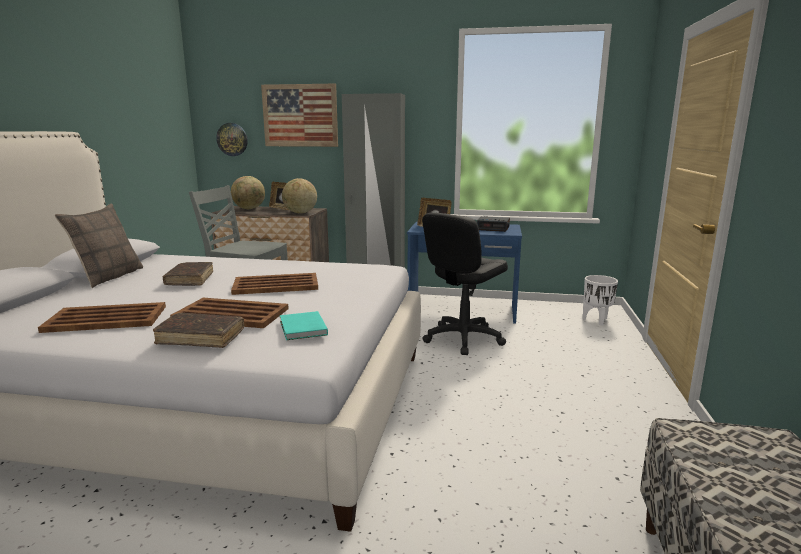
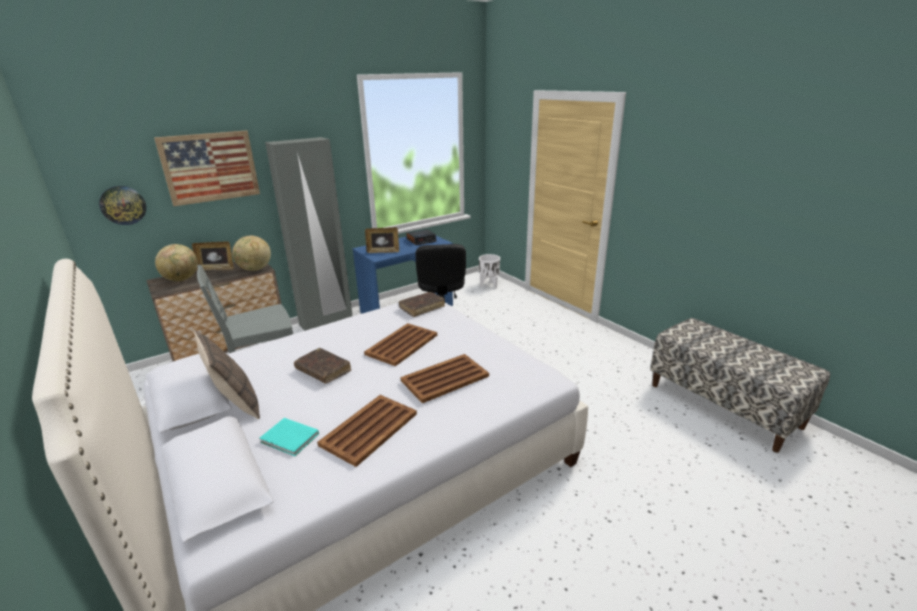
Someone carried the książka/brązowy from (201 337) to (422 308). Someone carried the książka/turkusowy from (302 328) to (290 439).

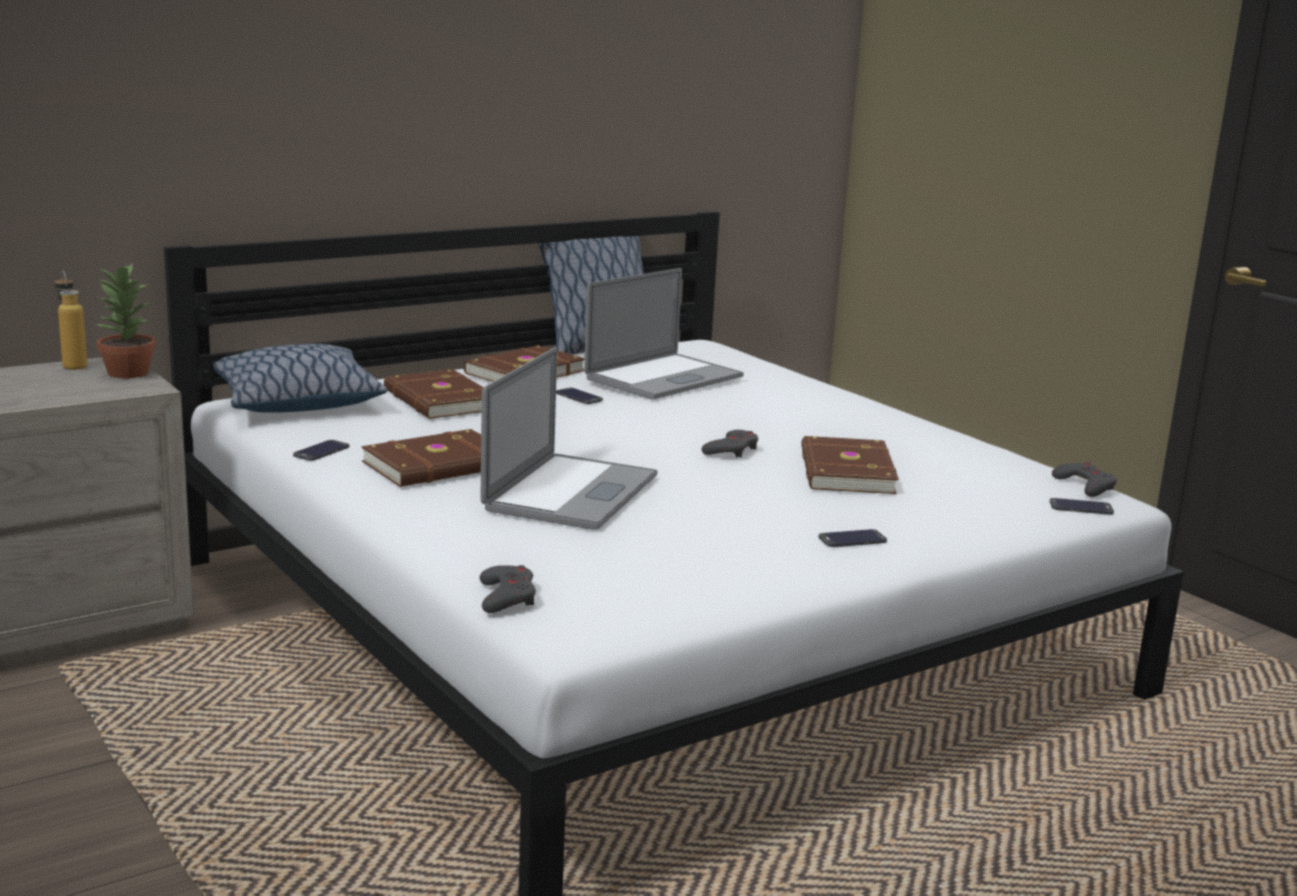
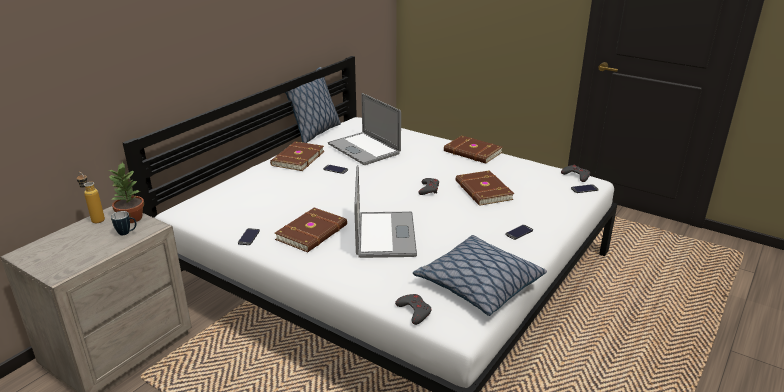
Someone put down the kubek at (127 233). Someone carried the poduszka from (294 401) to (478 285). Someone carried the książka/brązowy from (438 400) to (472 152). Someone rotated the laptop at (664 378) by 120 degrees clockwise.

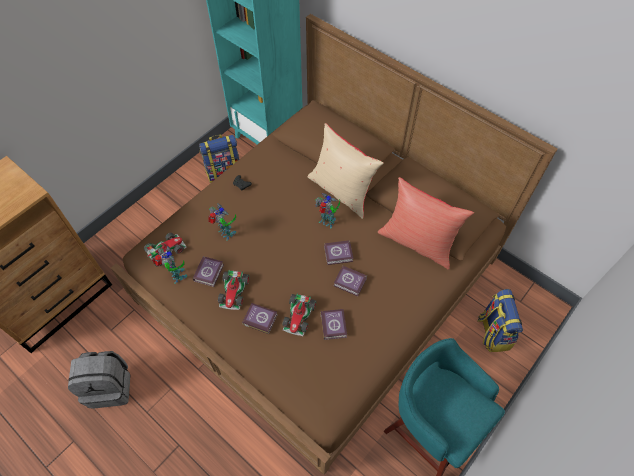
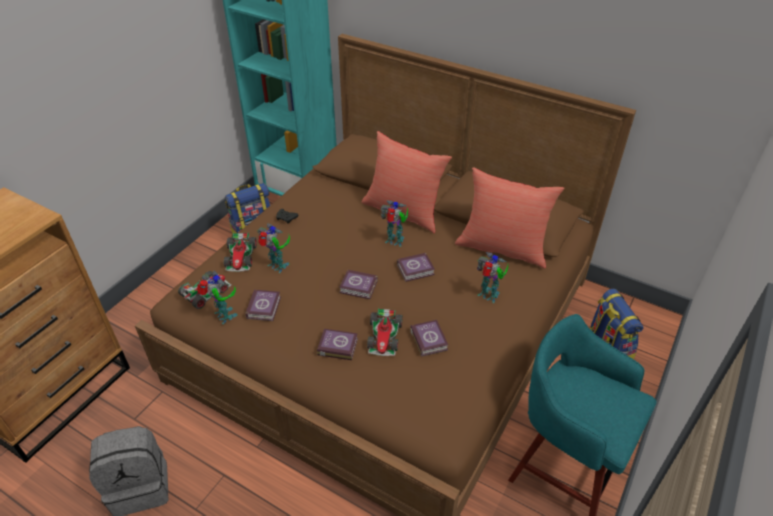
Someone put down the robot zabawkowy at (489 296). Someone carried the samochodzik from (234 291) to (241 257). Someone carried the książka from (350 283) to (359 287). Someone repainted the poduszka/beżowy at (341 191), which became the poduszka/czerwony at (403 211).

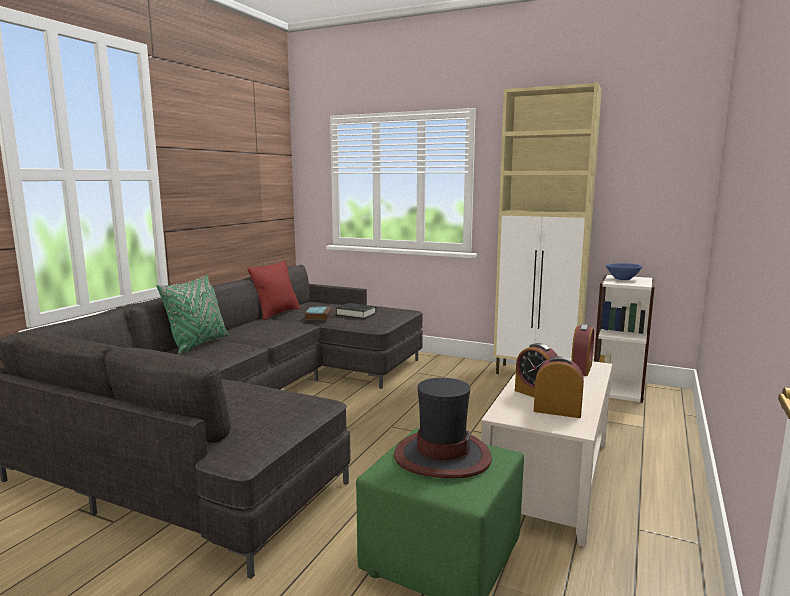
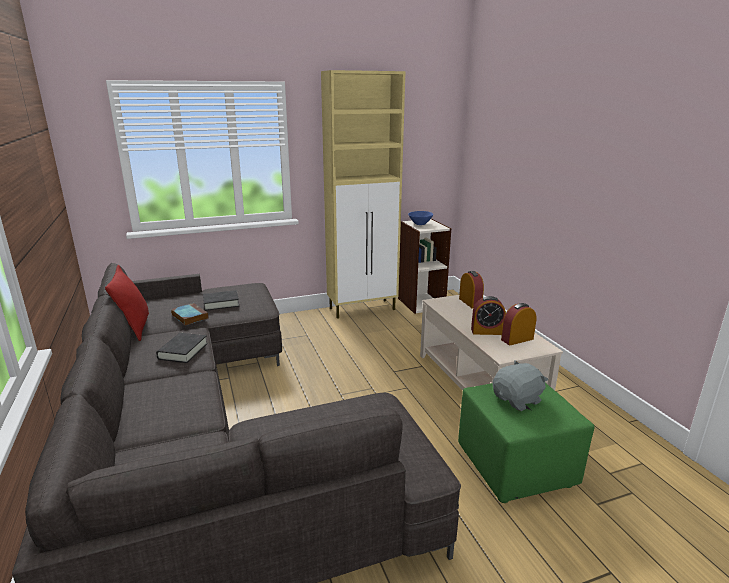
Someone took away the poduszka/zielony at (198 344). Someone put down the książka/czarny at (183 351). Someone swapped the kapelusz at (441 456) for the pluszak/szary at (517 400).

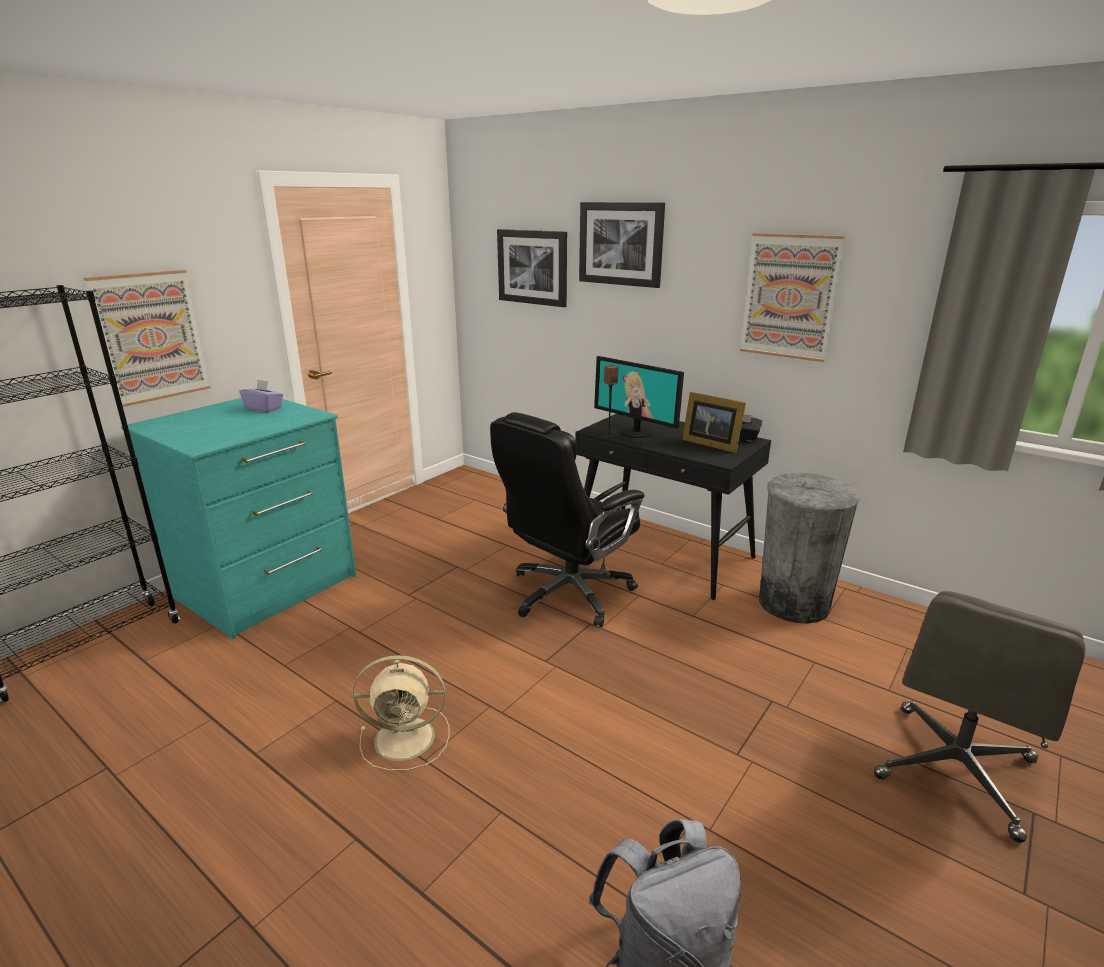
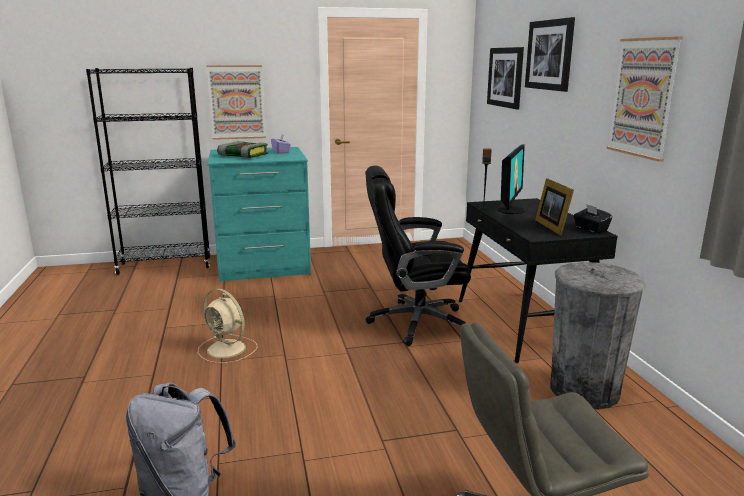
Someone put down the książka at (242 155). Someone rotated the monitor at (635 432) by 150 degrees counterclockwise.

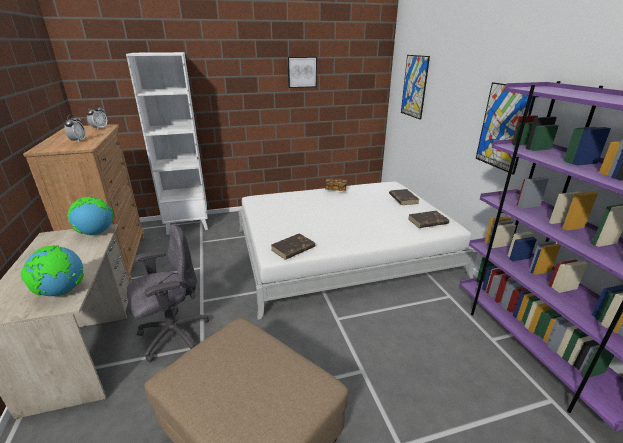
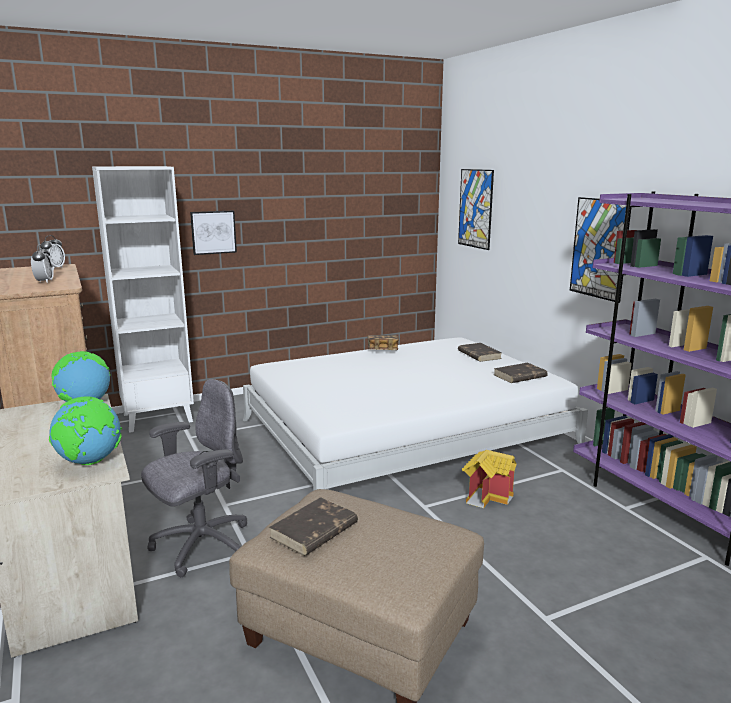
Someone put down the domek at (488 496). Someone carried the książka/brązowy from (292 248) to (313 531). Someone carried the obraz from (302 72) to (213 232).

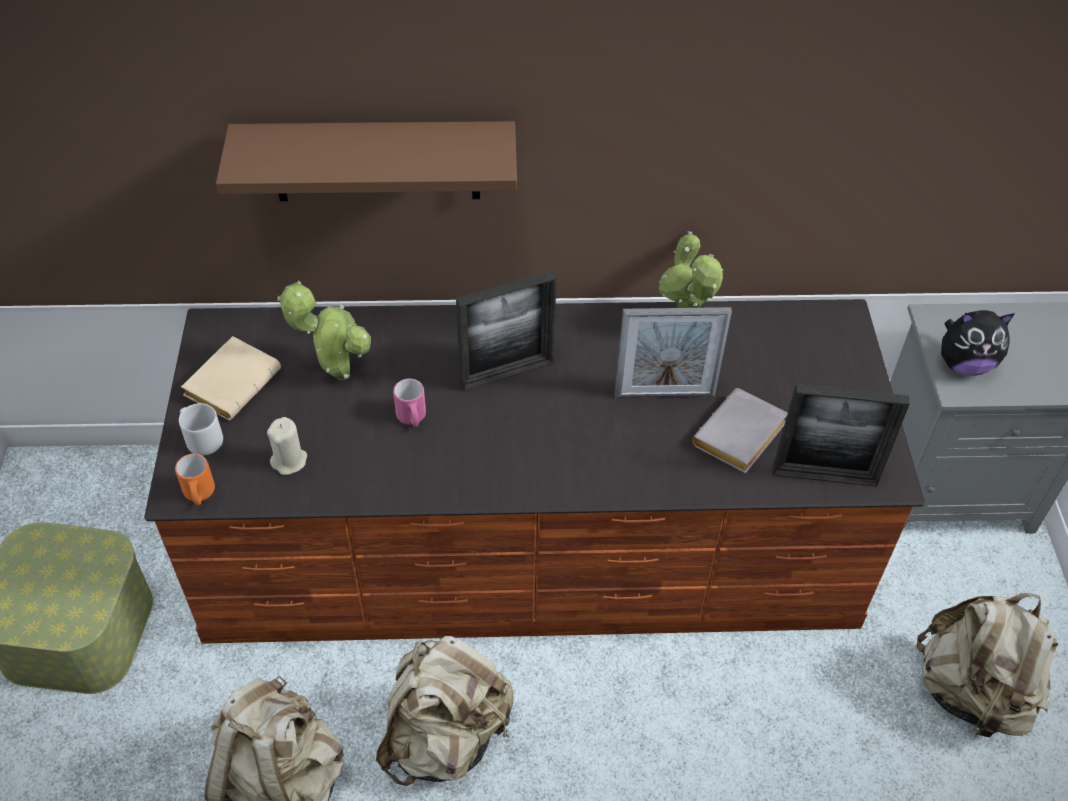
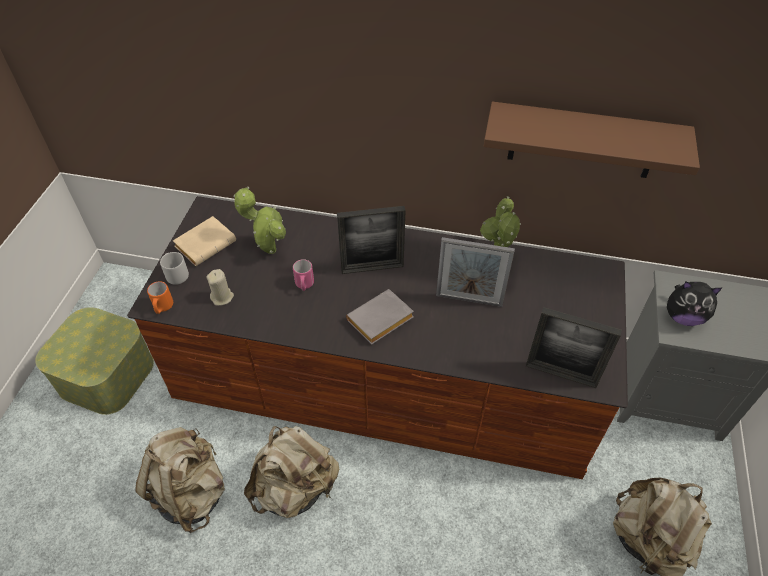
Someone carried the półka/brązowy from (376 161) to (583 141). Someone carried the książka/szary from (740 438) to (380 321).

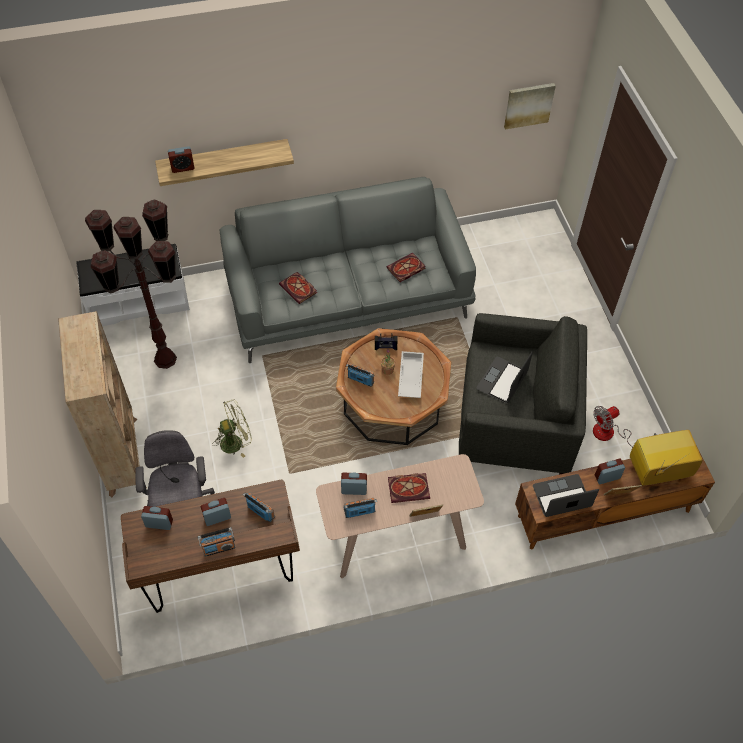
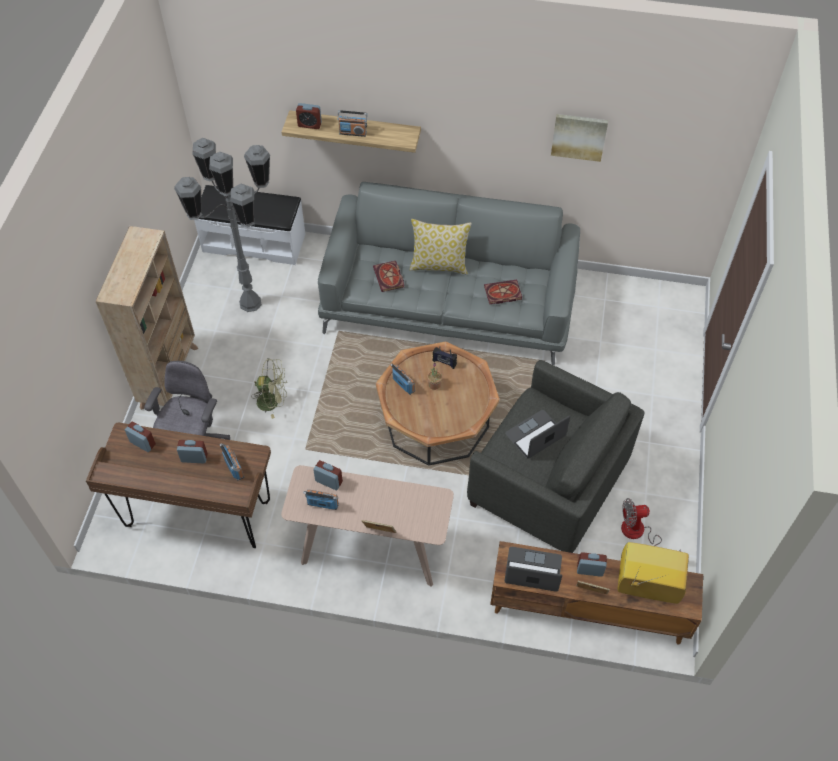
Someone took away the książka at (409 488). Someone took away the taca/biały at (409 377). Someone put down the poduszka at (439 265). Someone carried the radio from (219 548) to (353 132). Someone carried the obraz from (528 105) to (579 136). Someone repainted the lampa stojąca/brązowy at (166 359), which became the lampa stojąca/szary at (251 303).

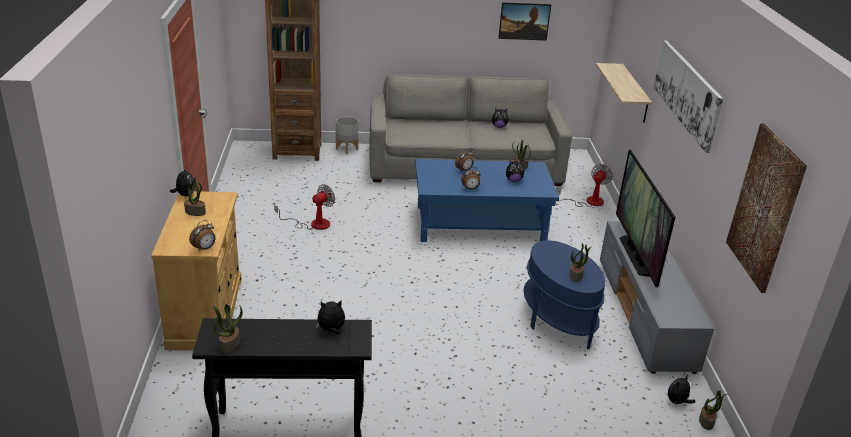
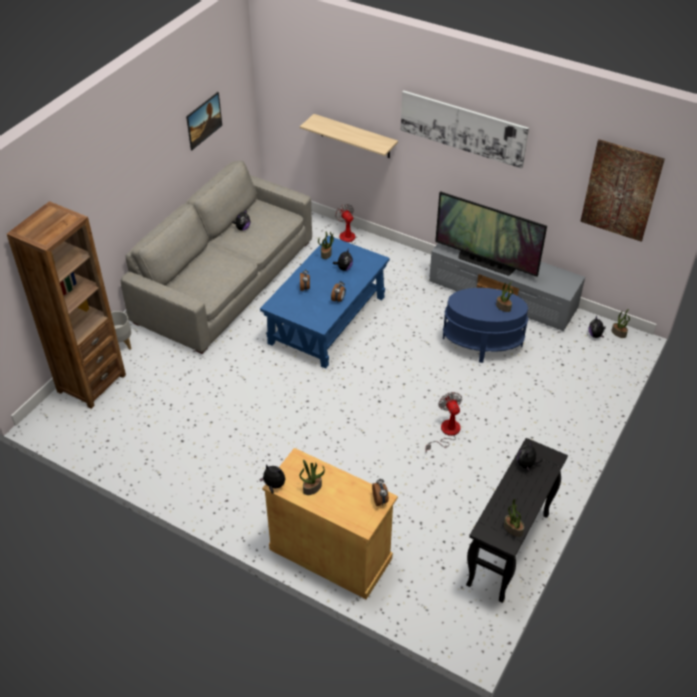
Someone carried the wentylator from (313 224) to (446 432).

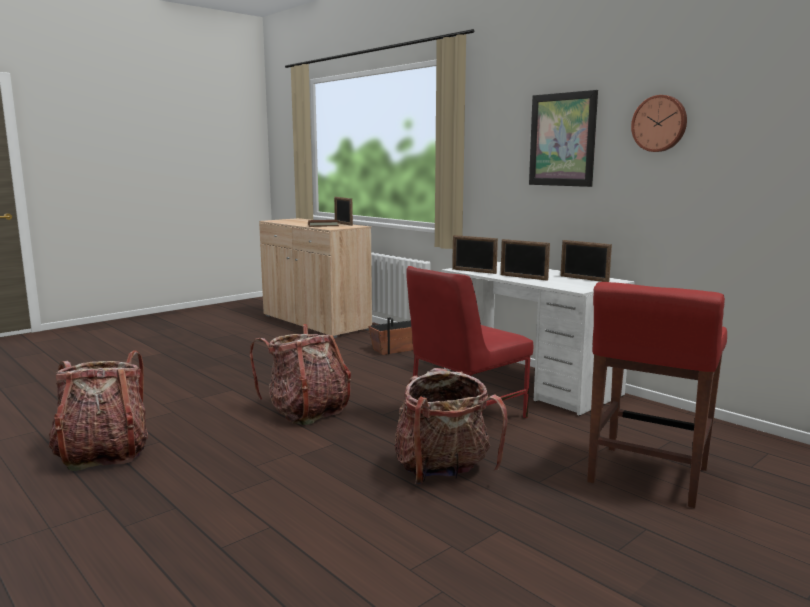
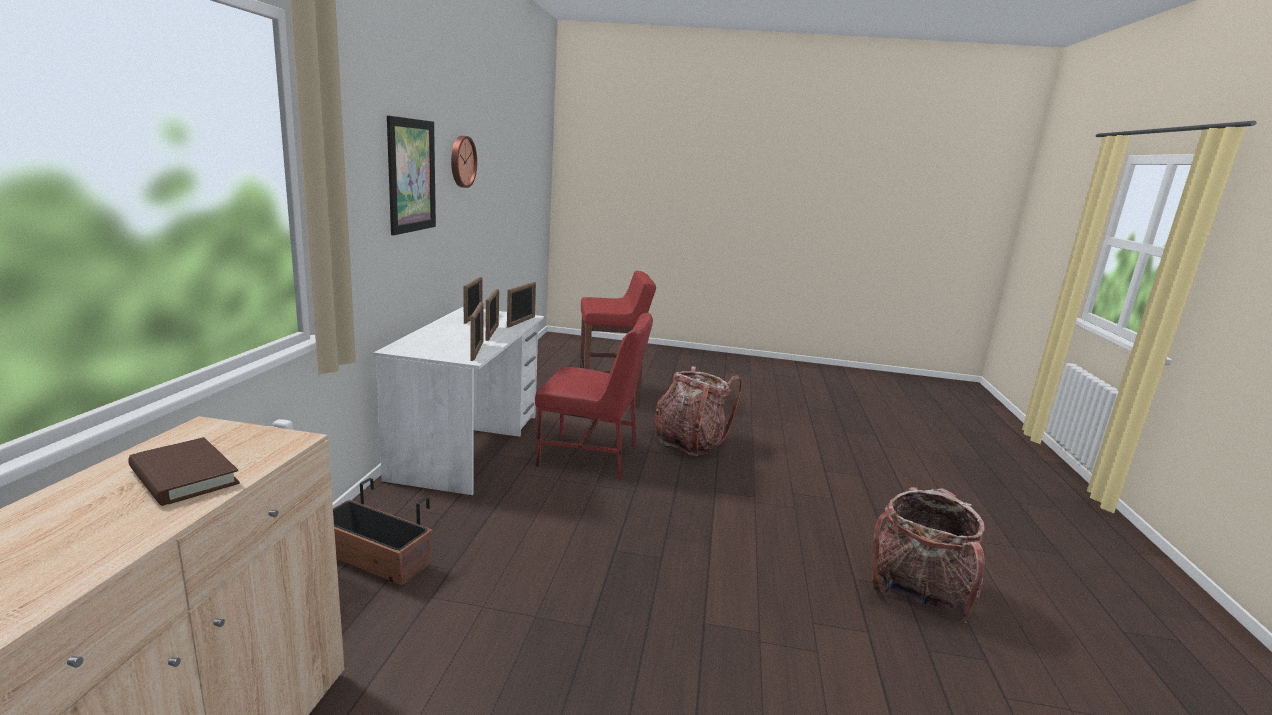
Someone took away the plecak at (307 412). Someone carried the ramka na zdjęcie from (343 224) to (521 322).

